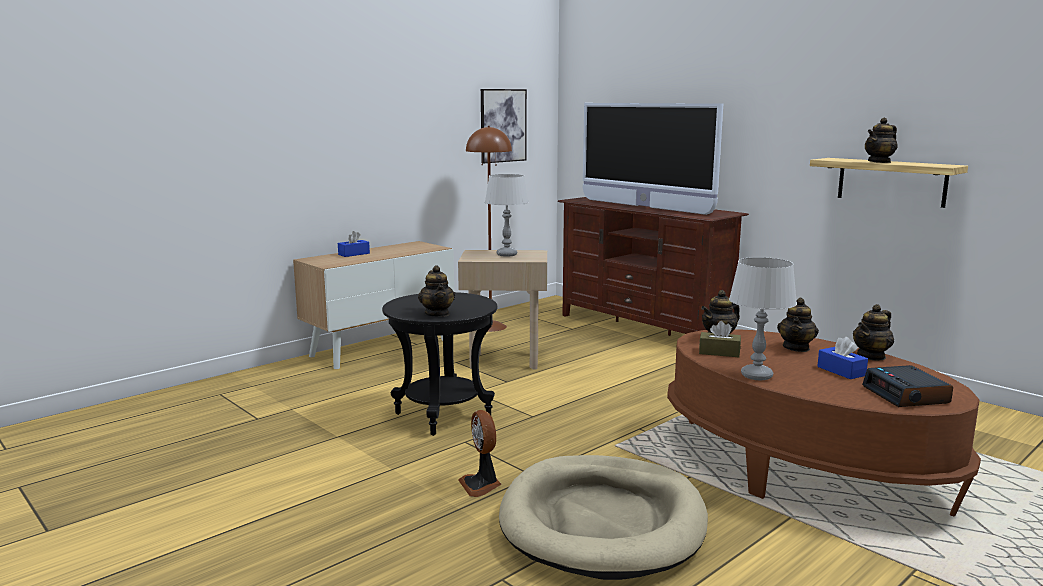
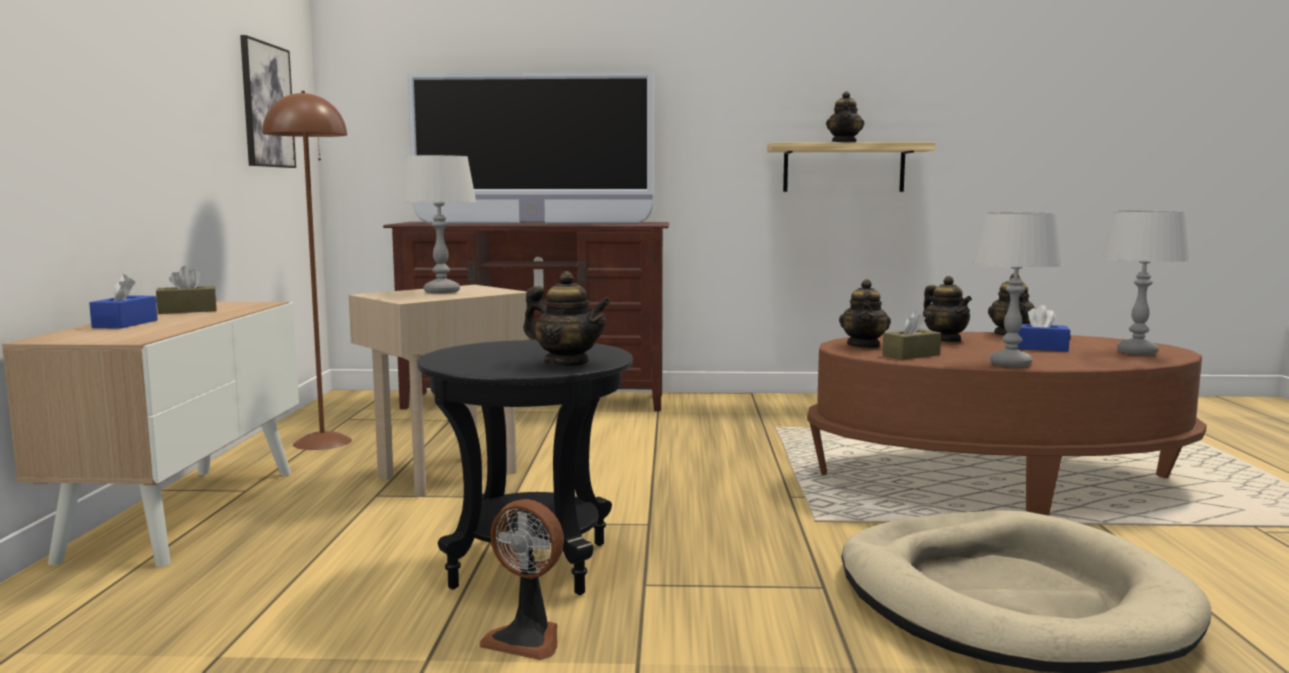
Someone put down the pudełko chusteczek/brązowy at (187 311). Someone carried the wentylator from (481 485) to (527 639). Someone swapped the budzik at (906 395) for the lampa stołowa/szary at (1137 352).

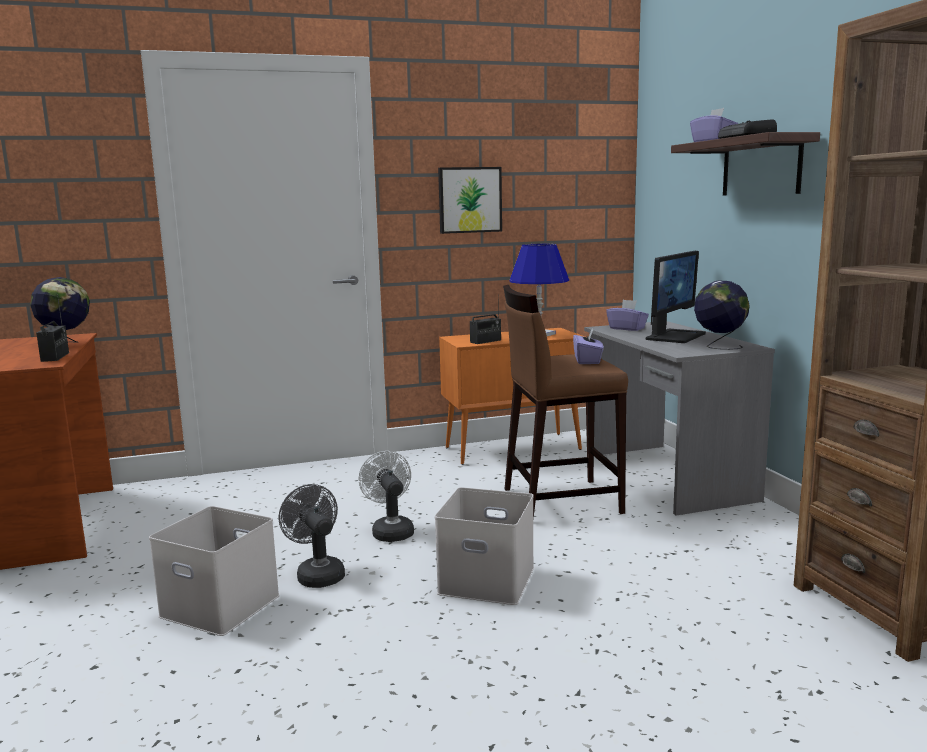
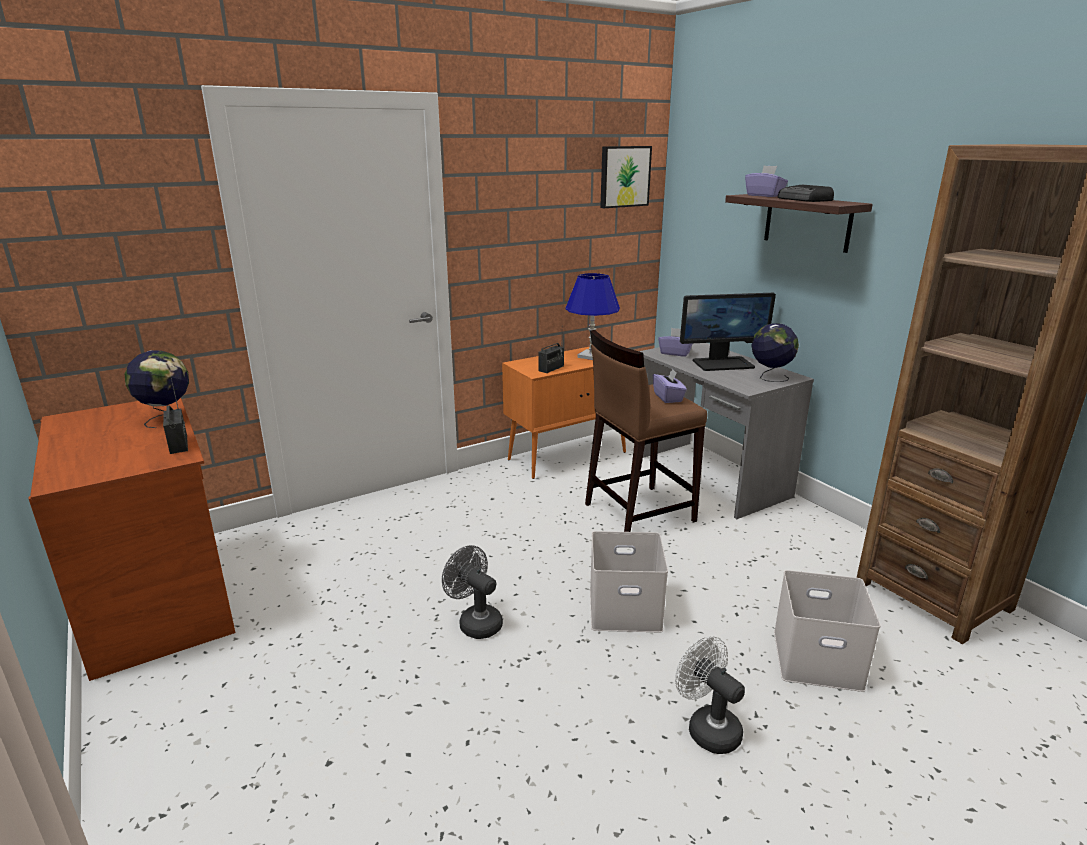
Someone carried the pojemnik do przechowywania/biały from (223 605) to (818 658). Someone carried the wentylator/biały from (390 531) to (707 727). Someone carried the obraz from (469 200) to (624 176). Someone rotated the monitor at (674 336) by 60 degrees clockwise.

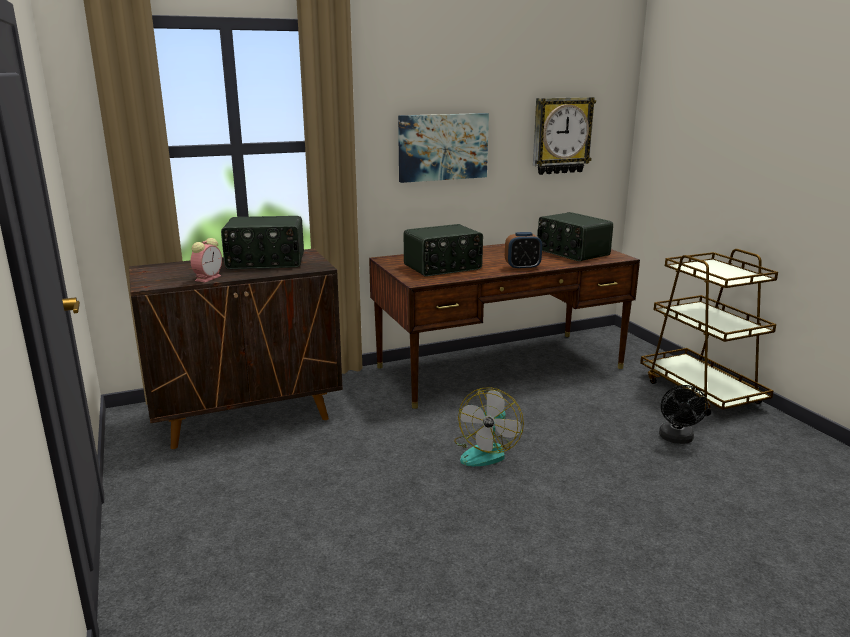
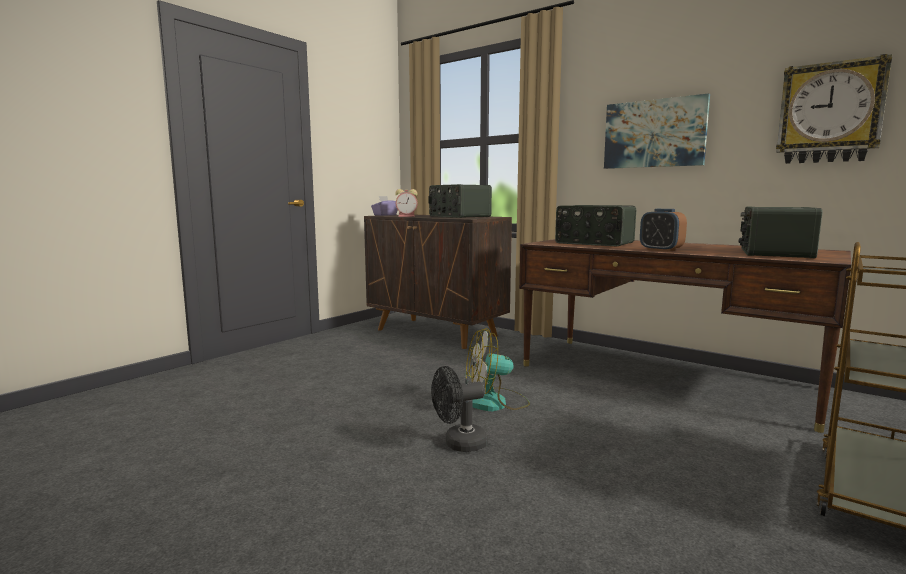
Someone put down the pudełko chusteczek/fioletowy at (385 215). Someone carried the wentylator/czarny from (677 439) to (459 444).

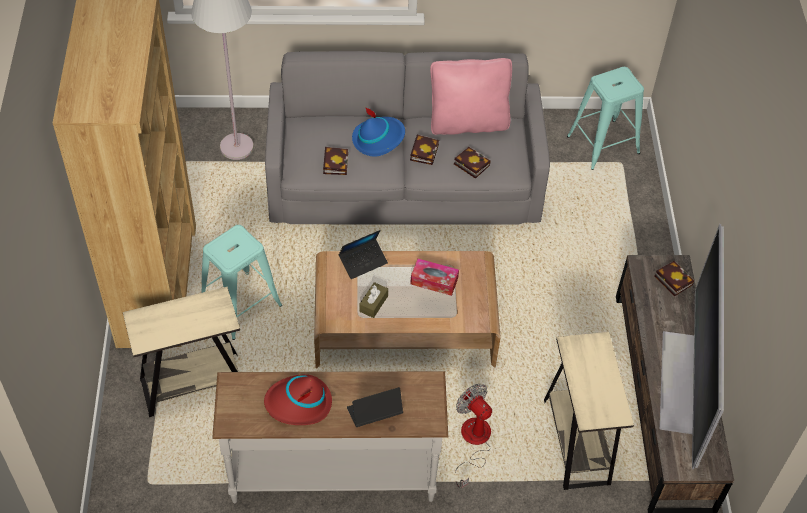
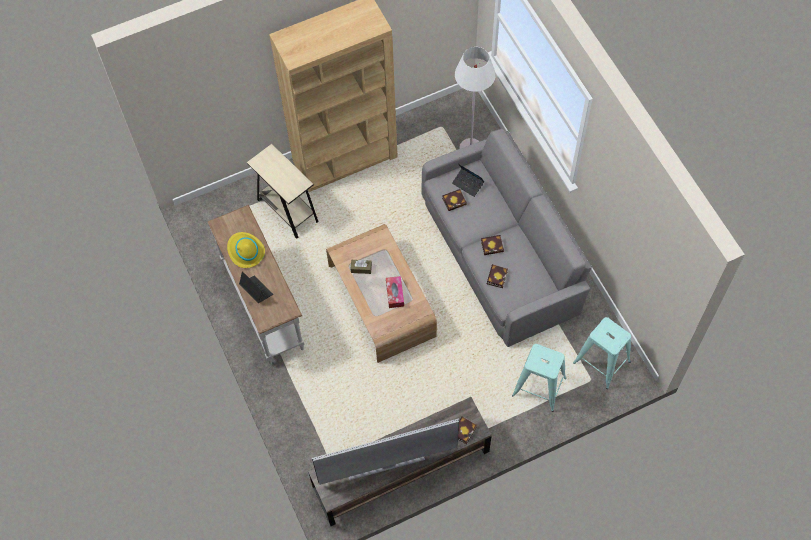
Someone took away the kapelusz/niebieski at (378 139). Someone took away the poduszka/różowy at (468 123). Someone took away the wentylator at (473 442). Someone took away the stolik/beżowy at (576 441). Someone carried the stołek/turkusowy from (240 306) to (539 386). Someone carried the laptop from (363 261) to (468 184). Someone repainted the kapelusz/czerwony at (298 403), which became the kapelusz/żółty at (245 251).

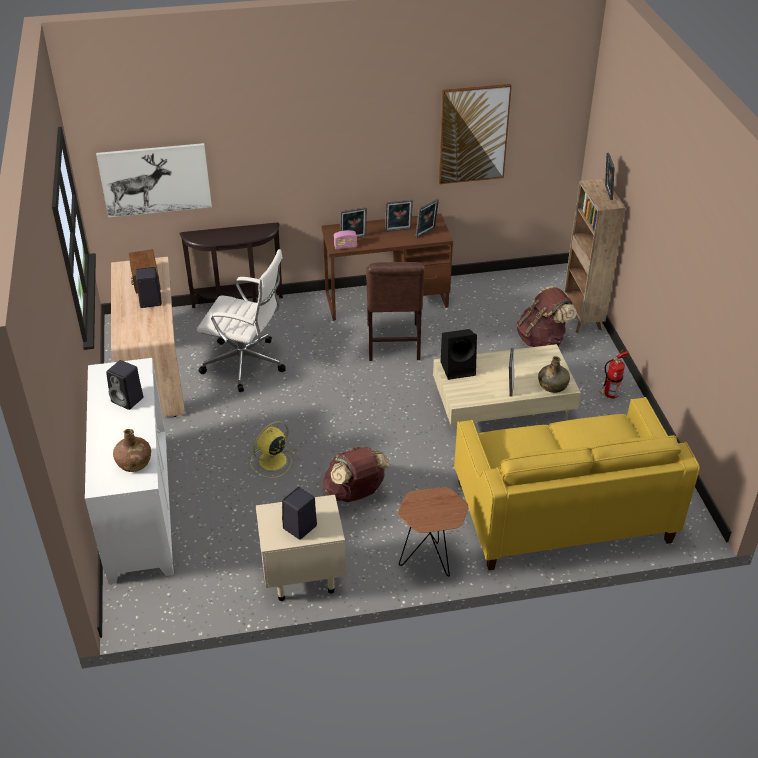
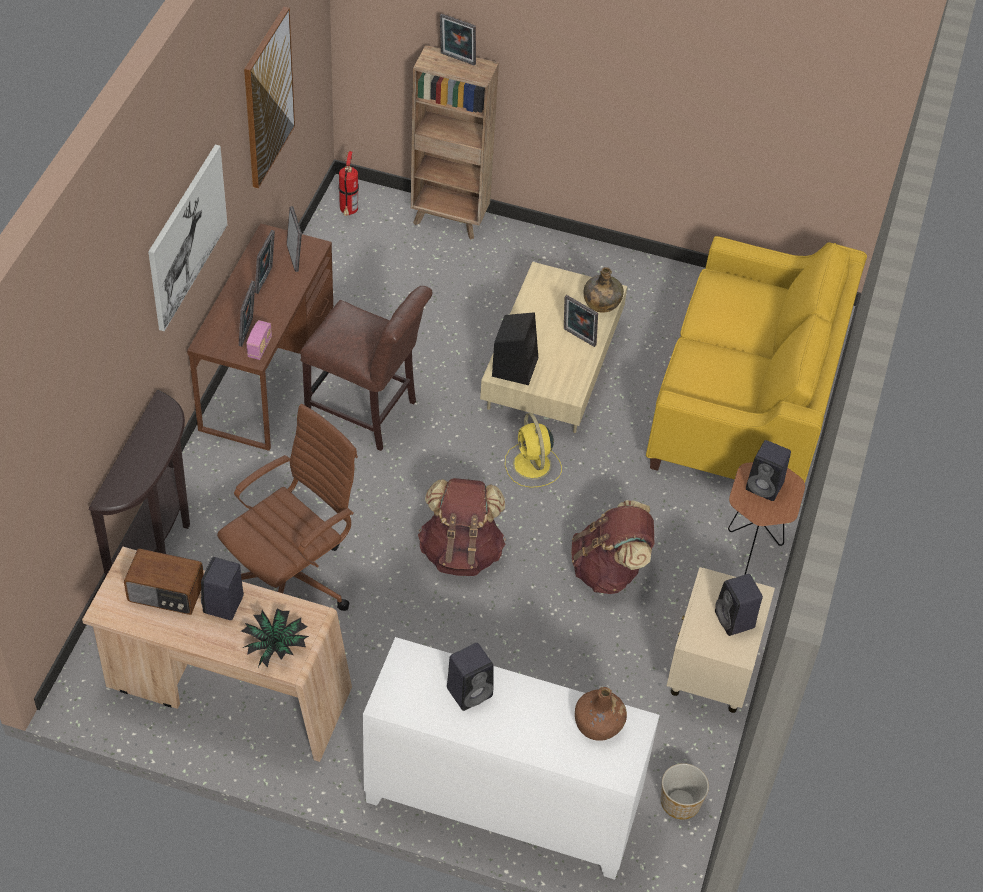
Someone put down the roślina doniczkowa at (276 646). Someone put down the donica at (680 803). Someone put down the głośnik/czarny at (765 486). Someone carried the obraz from (155 179) to (187 236). Someone carried the wentylator/żółty from (271 461) to (532 466). Someone carried the plecak/brązowy from (542 340) to (461 552). Someone carried the gaśnica from (609 396) to (348 212). Someone repainted the krzesło biurowe/biały at (246 364), which became the krzesło biurowe/brązowy at (292 580).

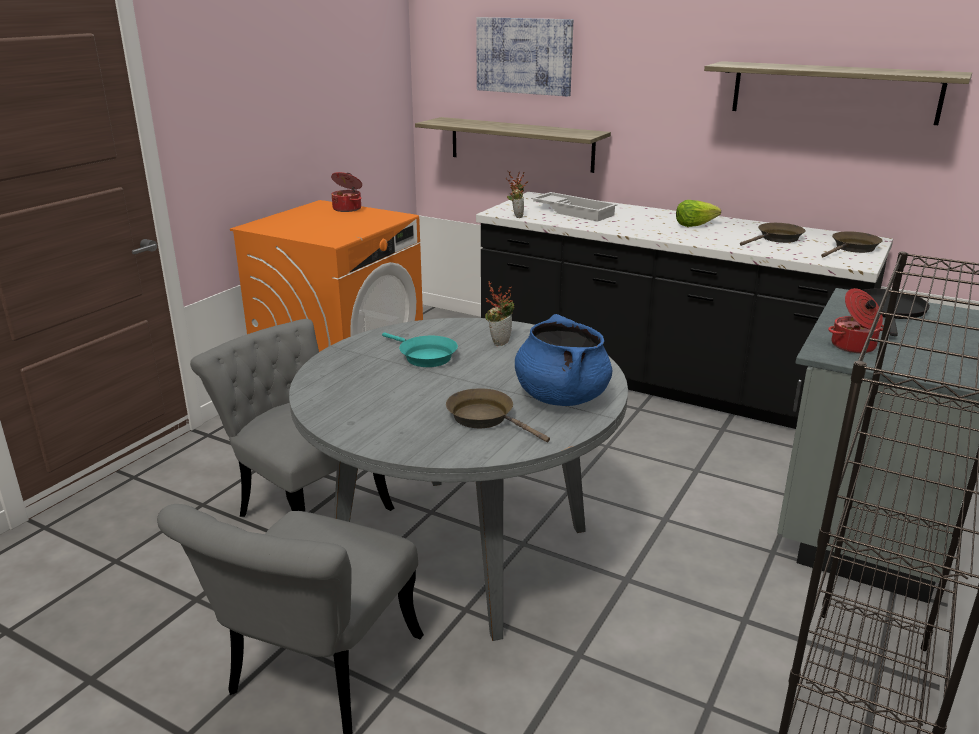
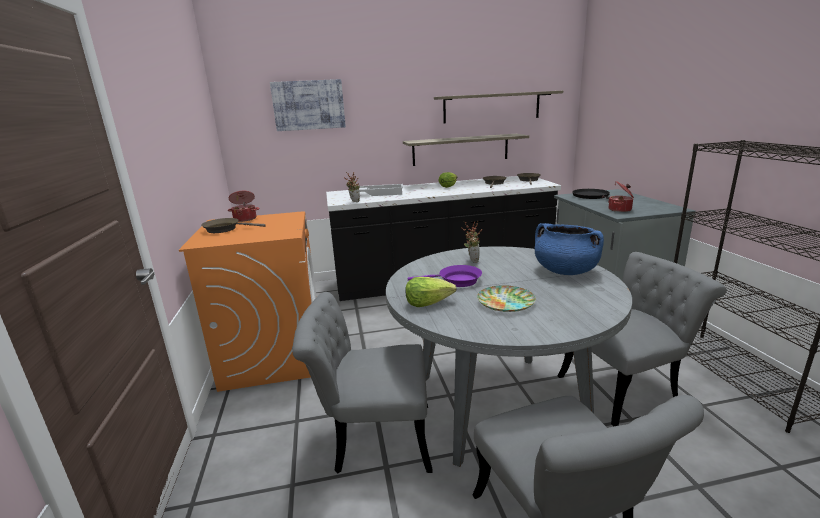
Someone put down the sałata at (428 303). Someone put down the talerz at (506 302). Someone put down the krzesło/szary at (626 387). Someone carried the półka from (521 144) to (460 149). Someone carried the patelnia/brązowy from (485 418) to (225 229). Someone repainted the patelnia/turkusowy at (424 356), which became the patelnia/fioletowy at (456 281).

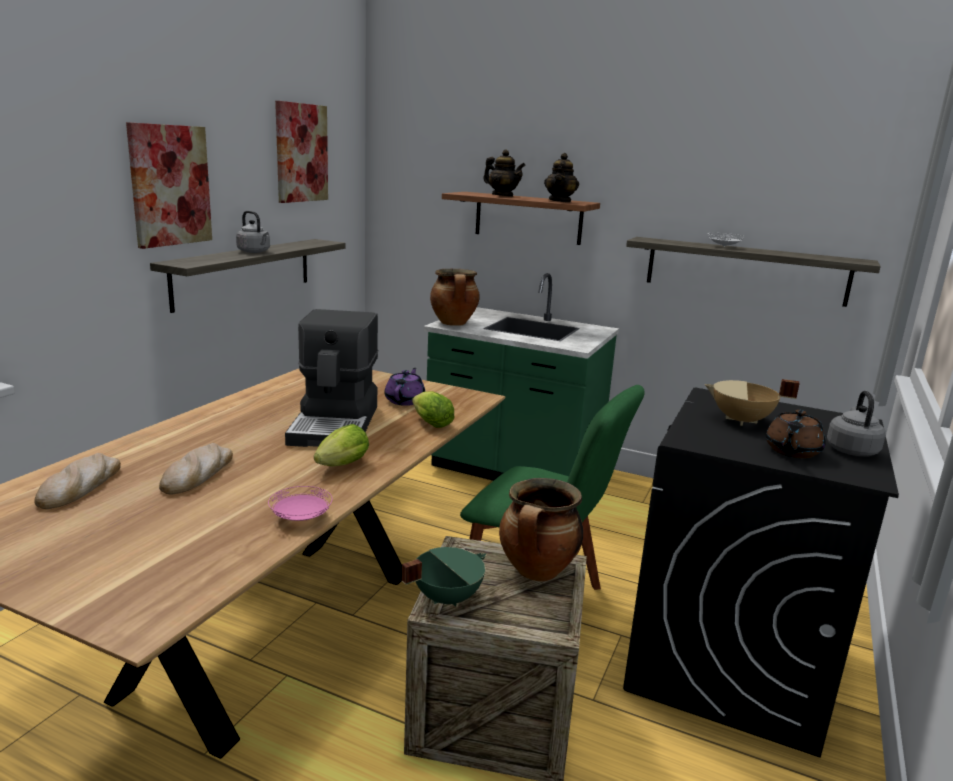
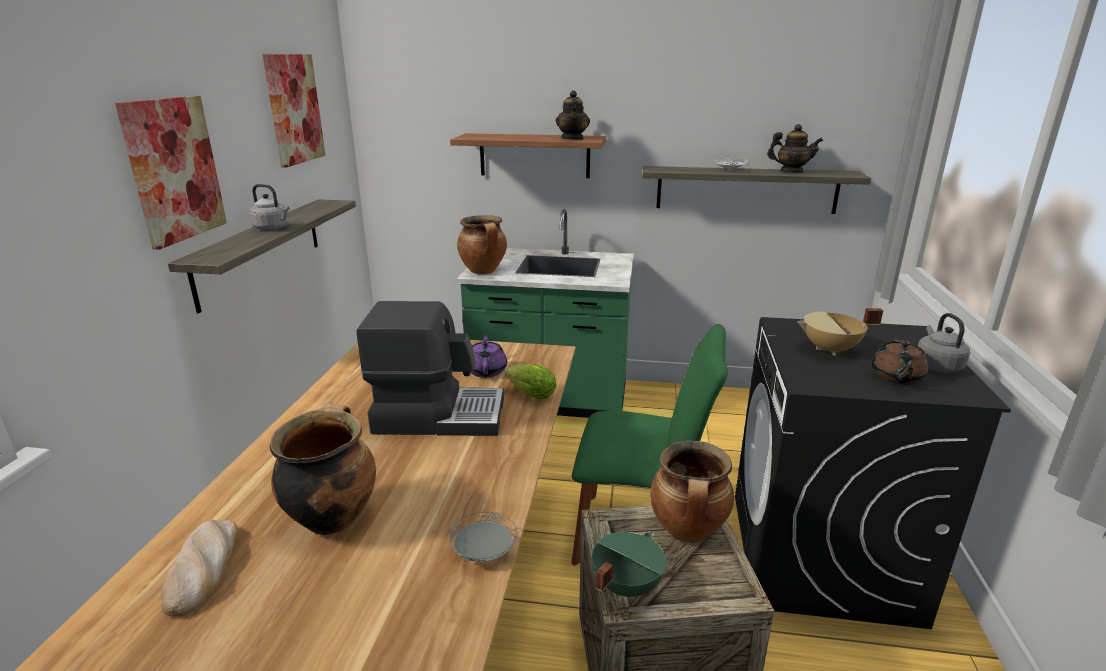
Someone took away the sałata at (340 466). Someone carried the imbryk from (502 196) to (791 171). Someone swapped the chleb at (197 474) for the garnek at (332 517). Someone repainted the talerz/różowy at (301 518), which became the talerz/szary at (484 551). Someone rotated the ekspres do kawy at (336 424) by 75 degrees counterclockwise.

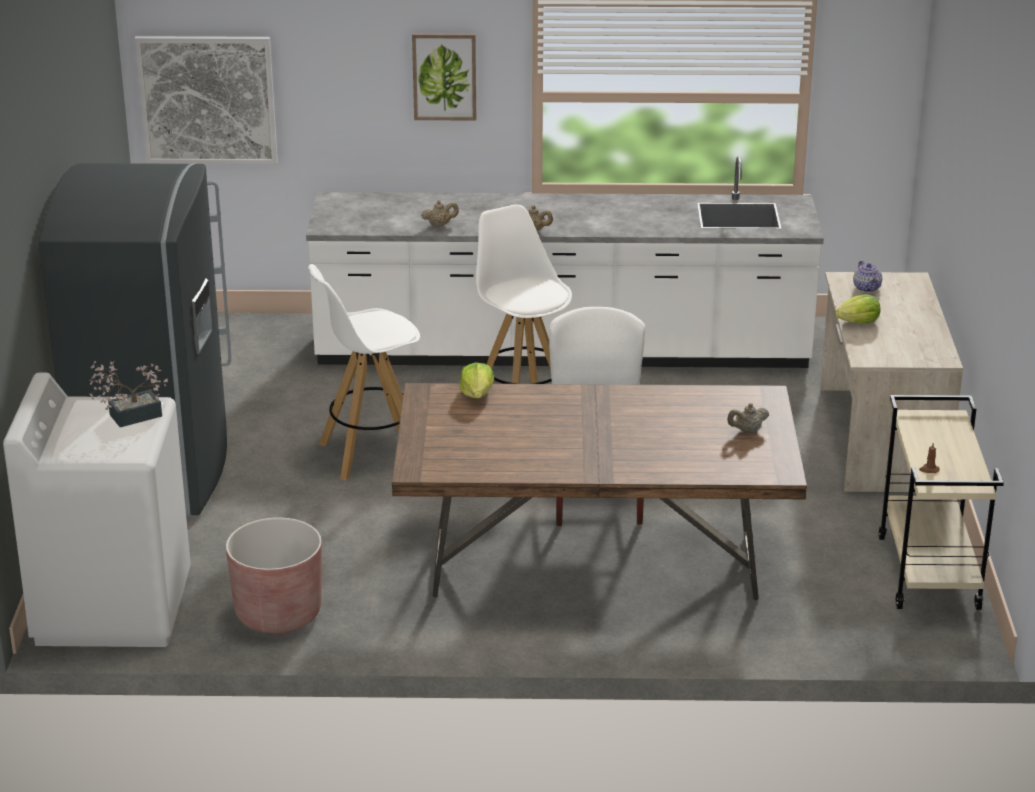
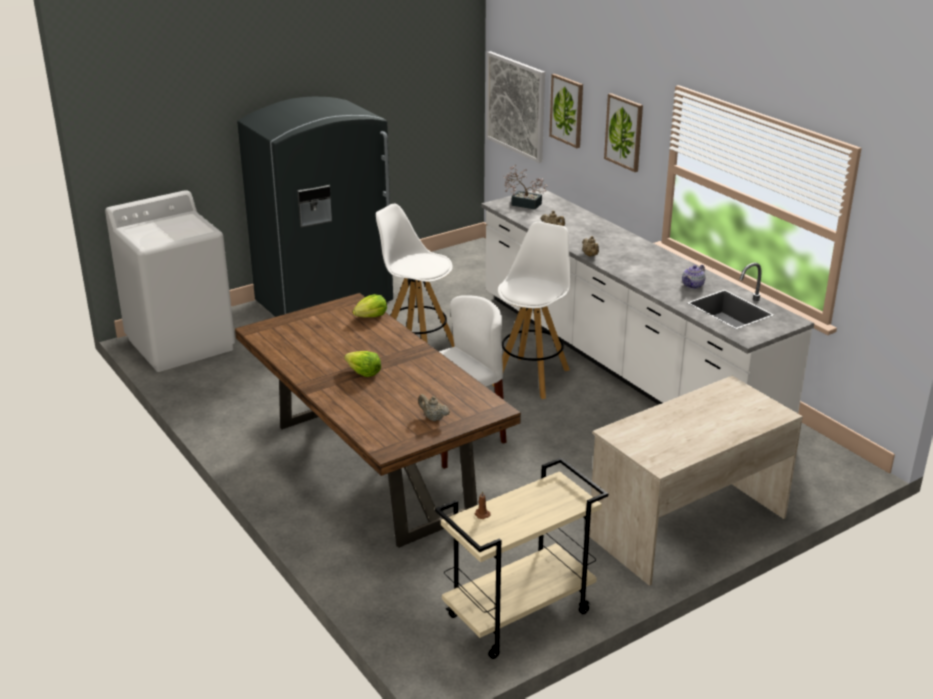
Someone took away the donica/brązowy at (278 613). Someone put up the obraz at (567 110). Someone carried the roślina doniczkowa from (129 417) to (523 203). Someone carried the sałata from (858 322) to (363 373). Someone carried the imbryk from (867 288) to (693 285).

